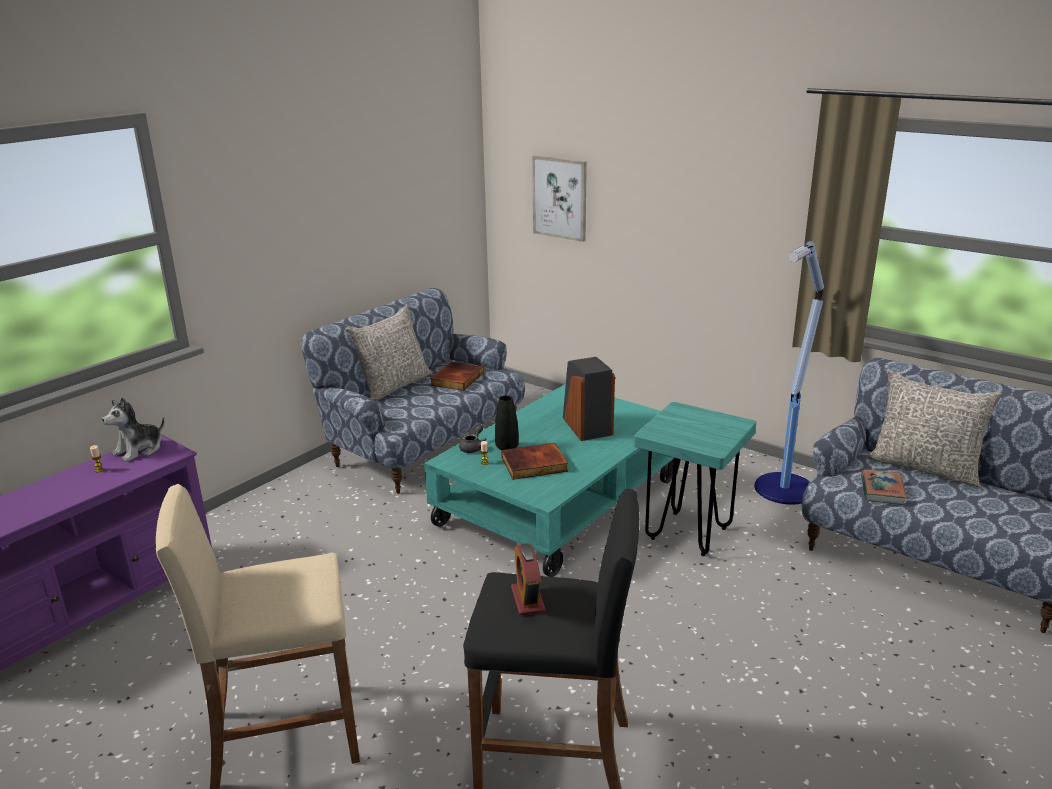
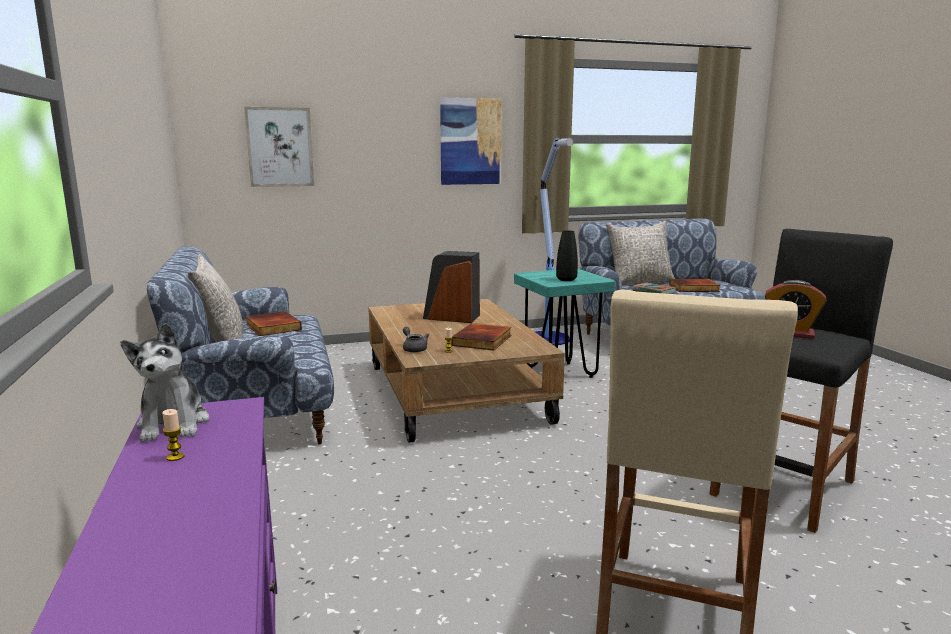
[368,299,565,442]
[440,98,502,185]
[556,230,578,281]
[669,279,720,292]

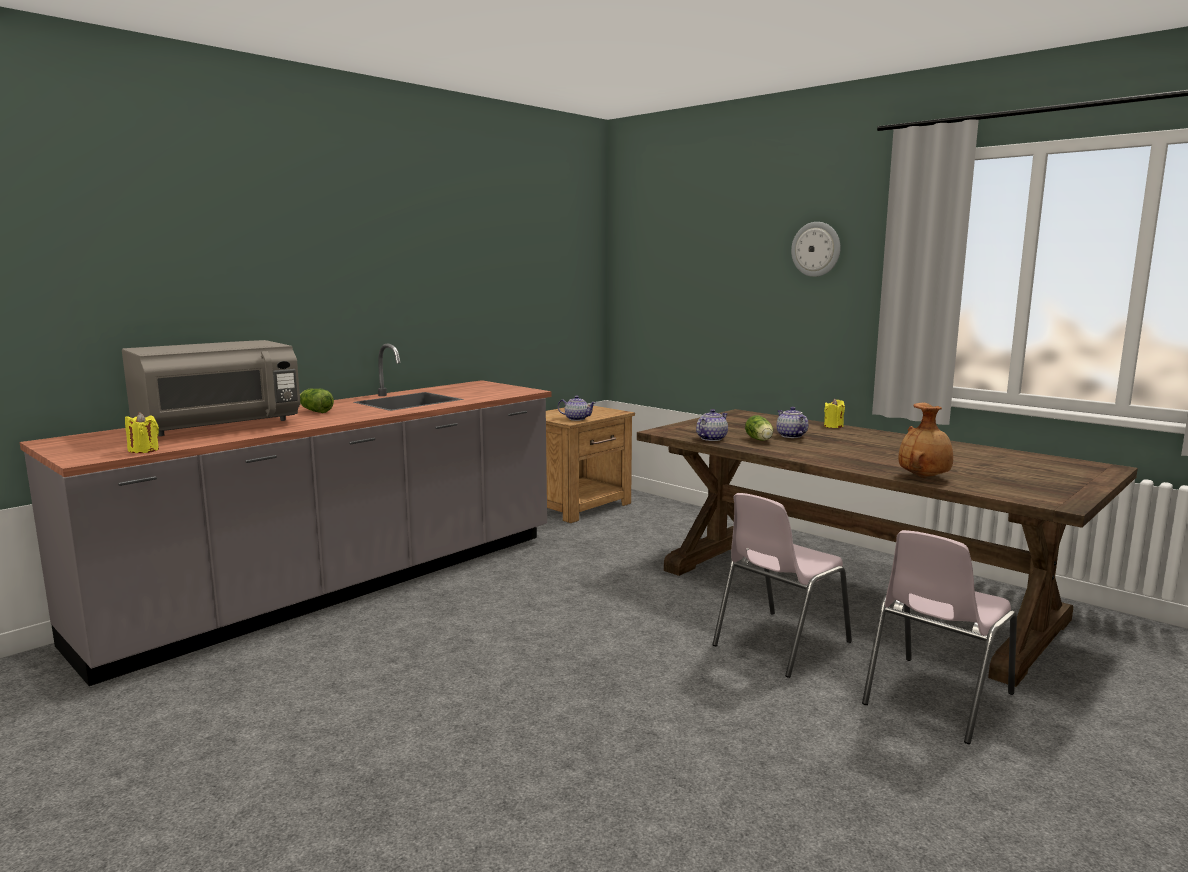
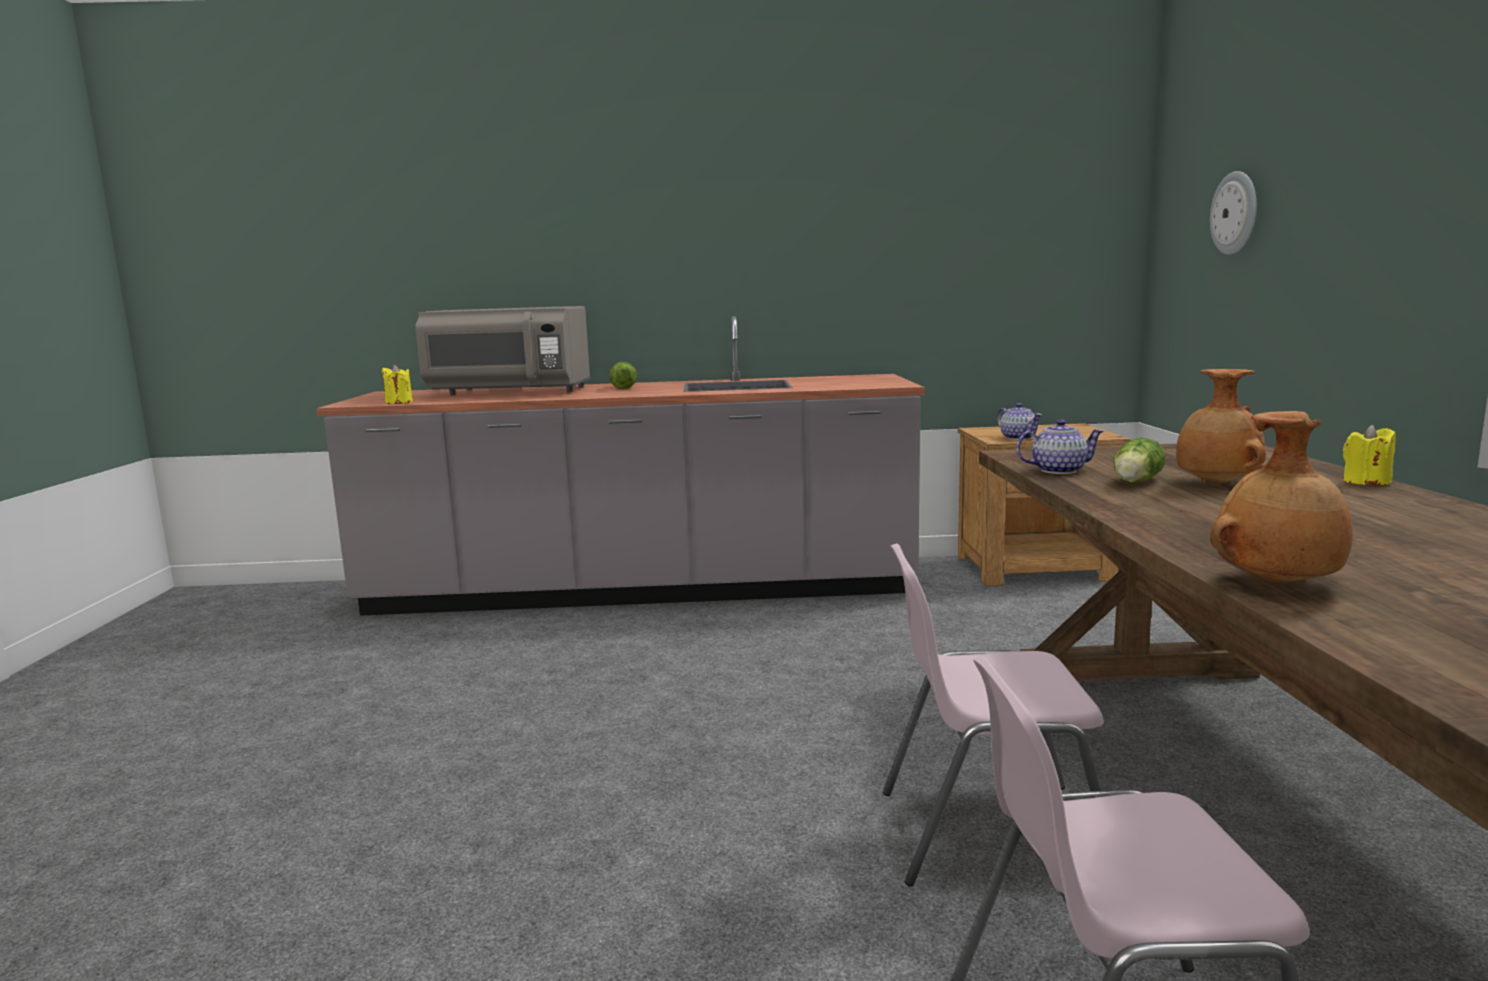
[1176,369,1266,484]
[1210,171,1257,255]

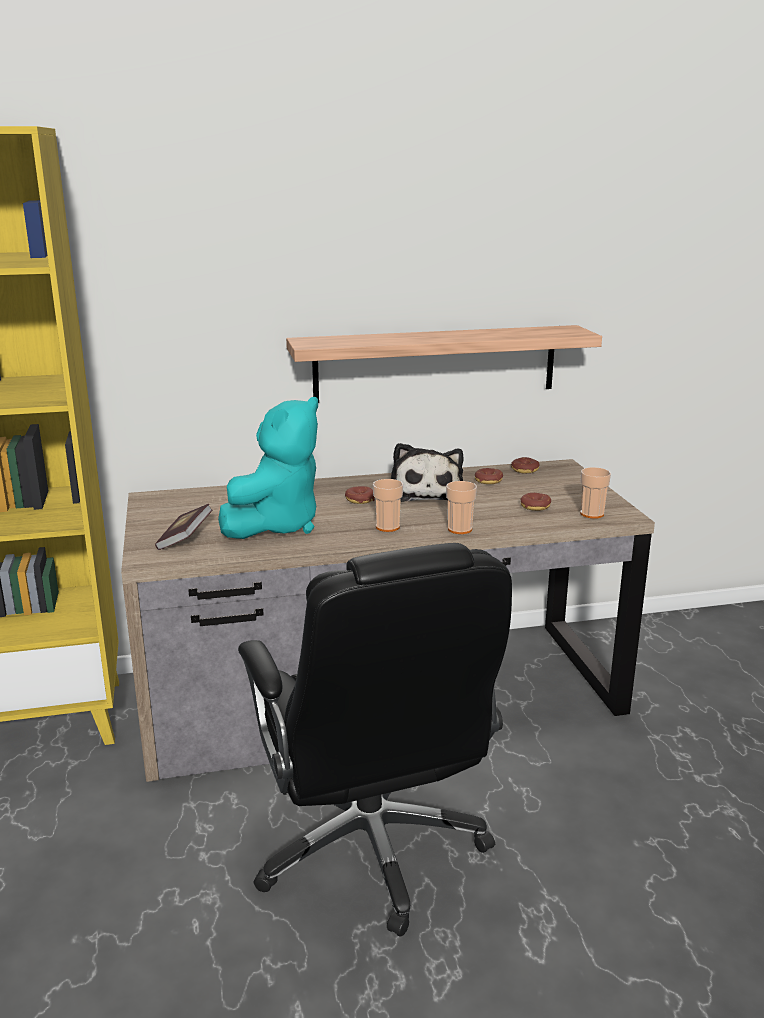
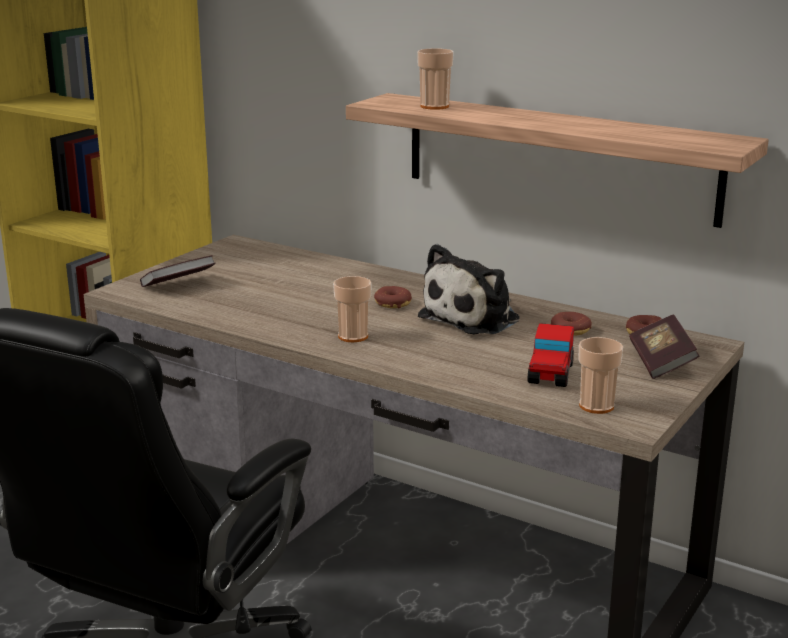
[417,48,454,110]
[528,323,574,387]
[629,314,699,379]
[218,397,318,539] (first image)

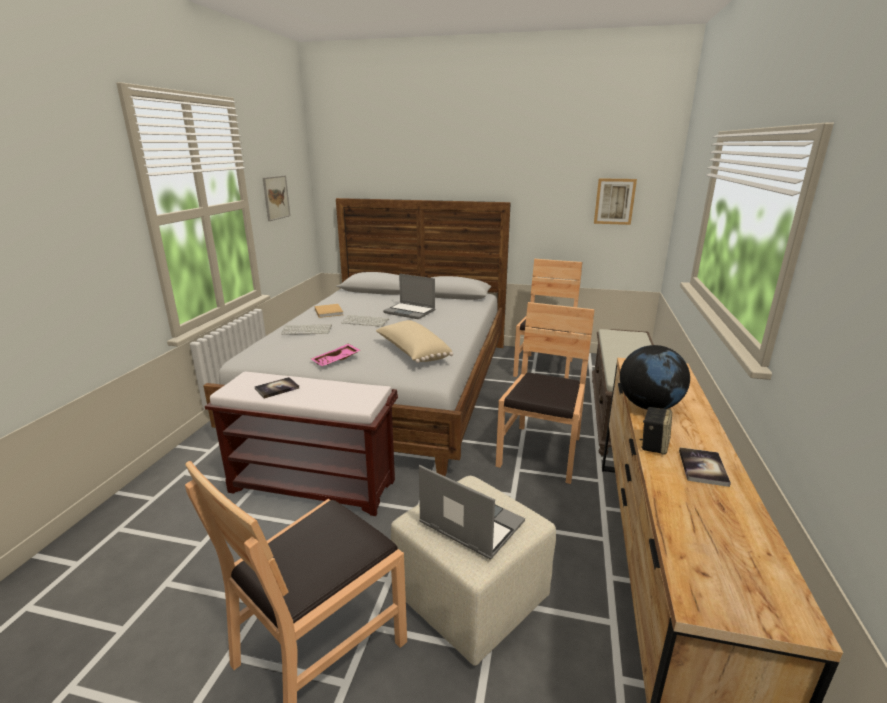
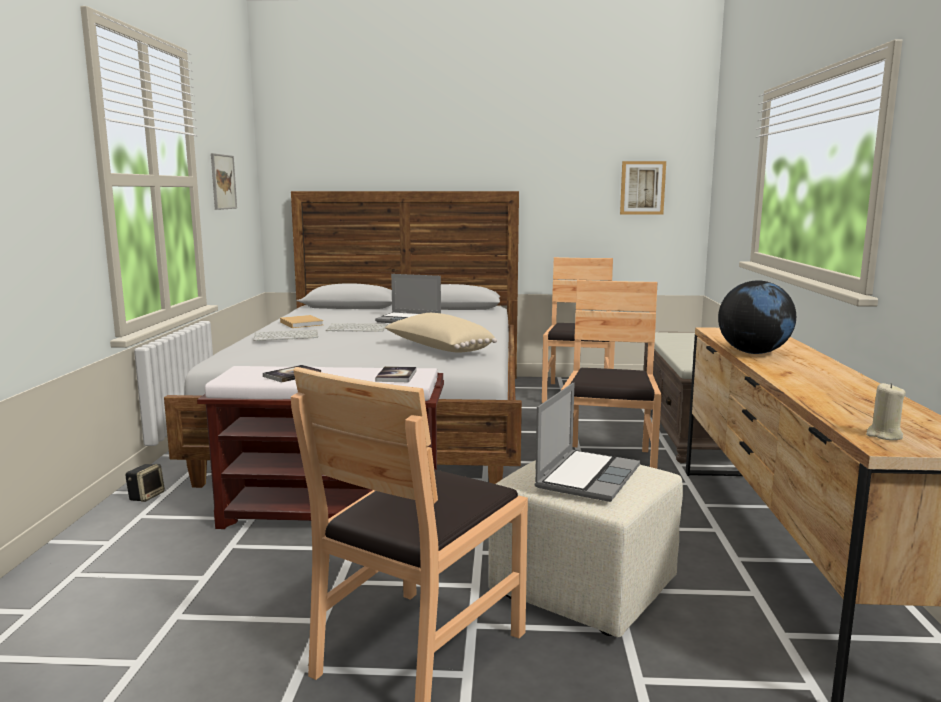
[125,464,165,502]
[375,366,417,382]
[534,383,640,502]
[866,383,906,440]
[311,344,361,366] (first image)

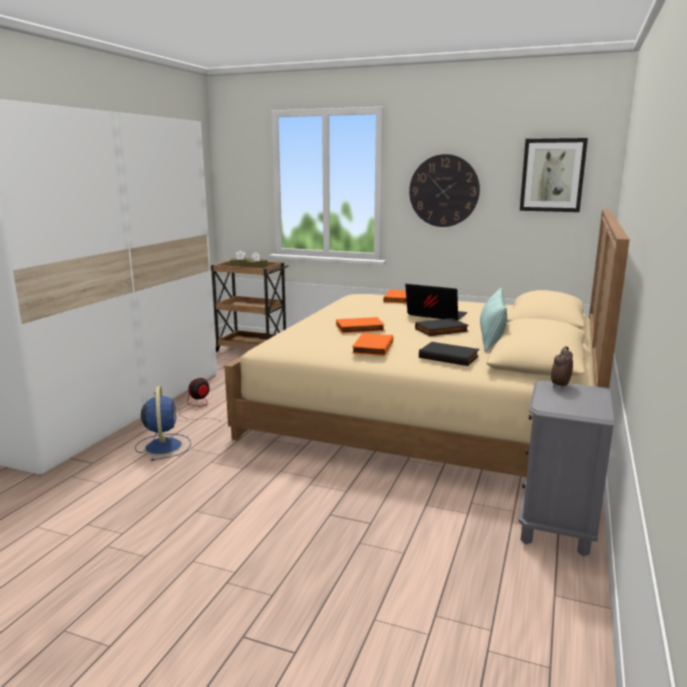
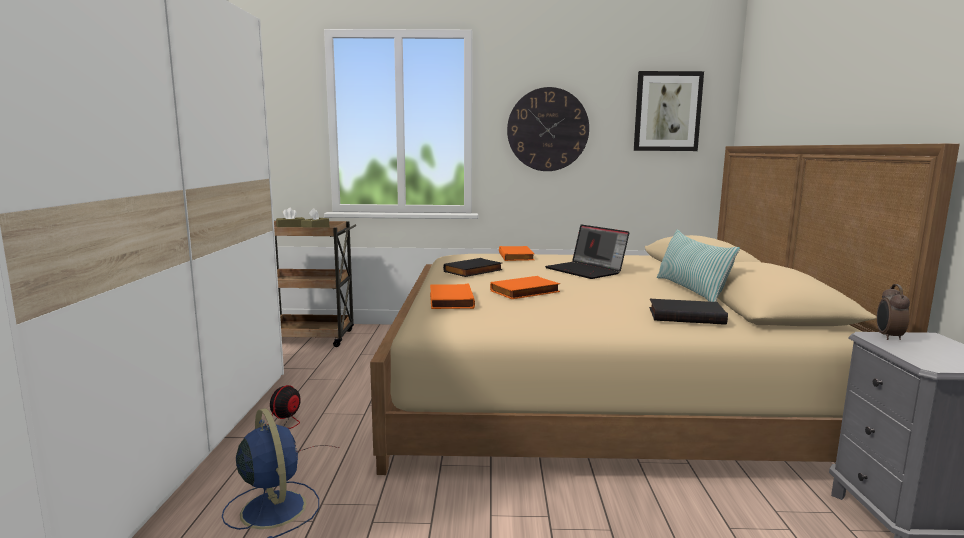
[430,284,475,309]
[443,258,503,277]
[545,224,629,279]

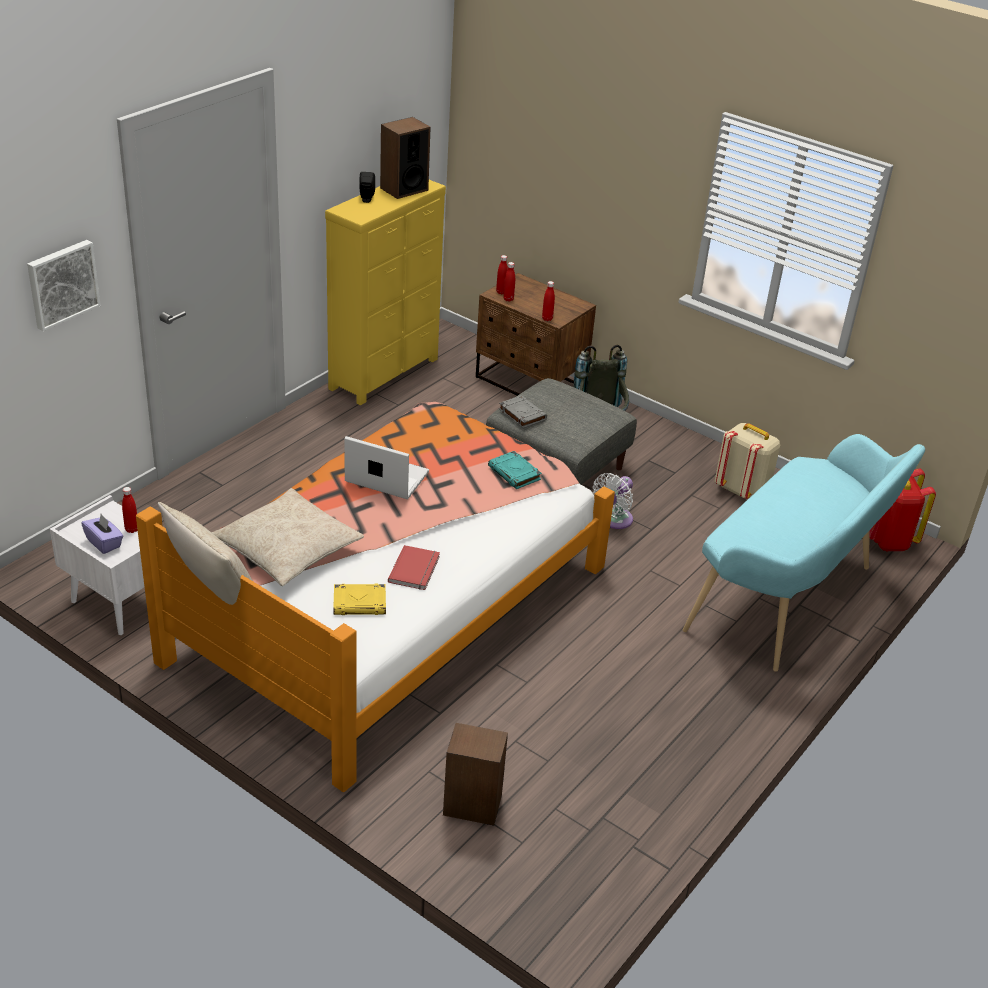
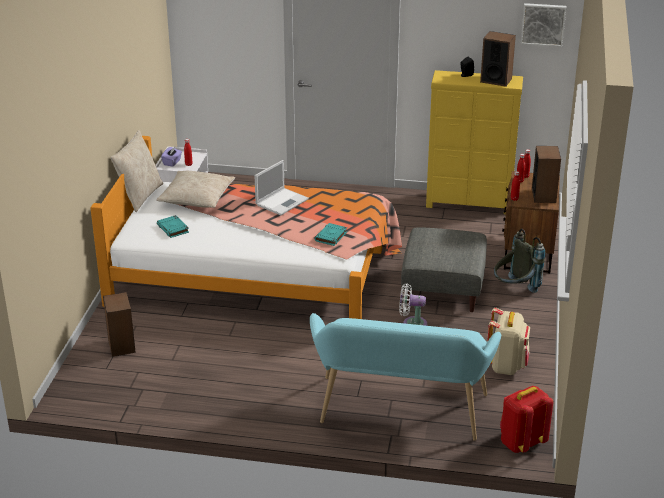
[157,215,189,238]
[254,160,309,215]
[521,3,566,47]
[532,146,561,203]
[388,545,440,590] (first image)
[499,395,547,429] (first image)

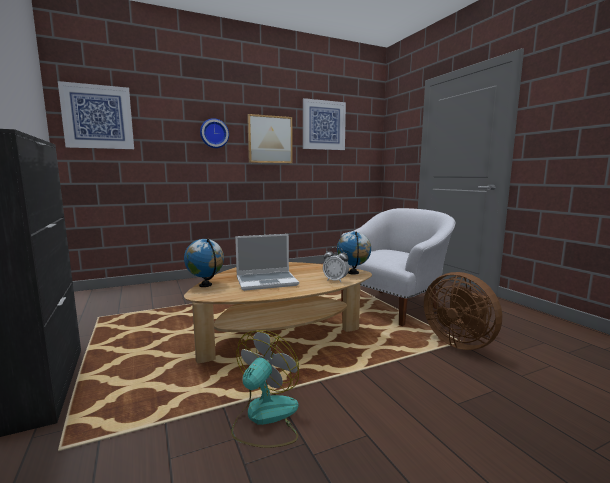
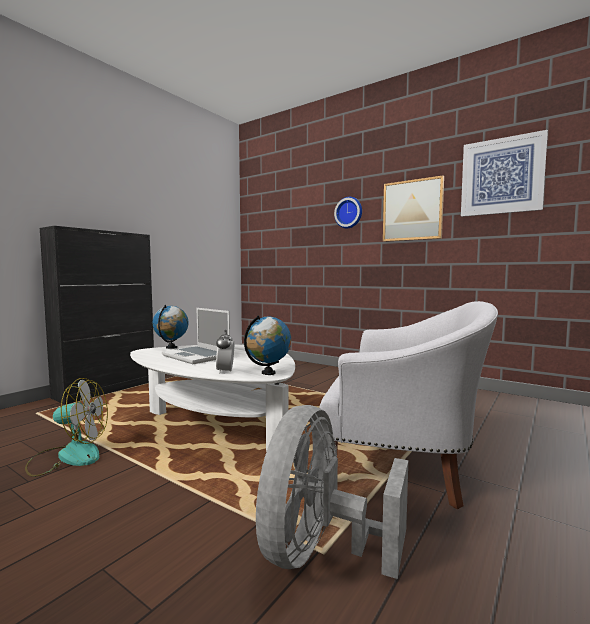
[130,345,295,452]
[256,405,408,579]
[58,81,134,149] (first image)

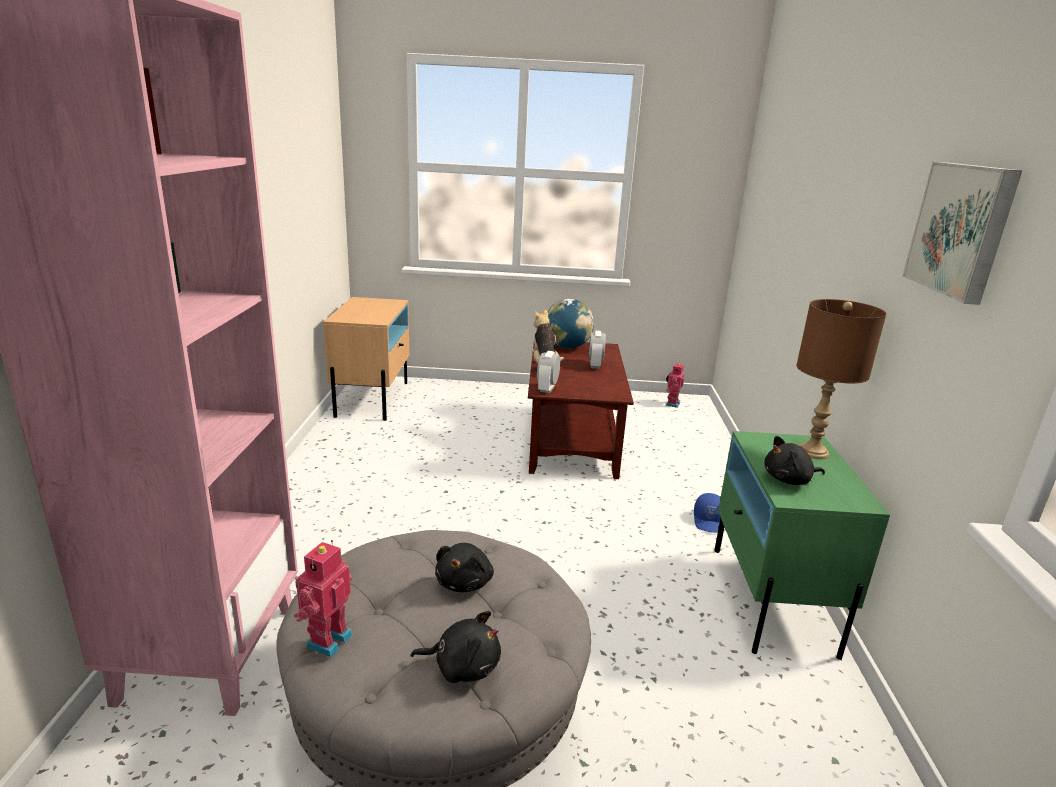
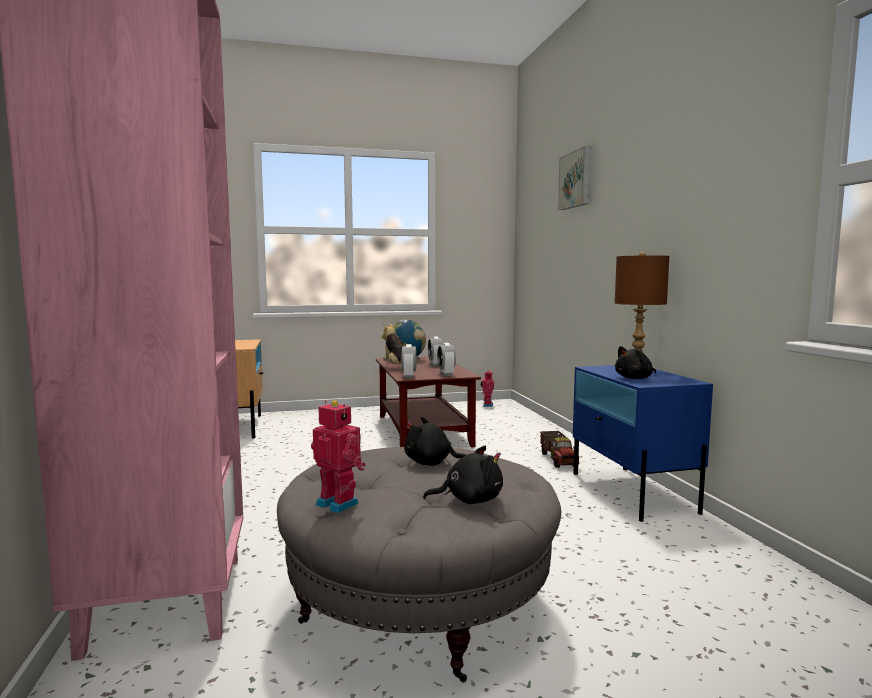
[311,400,366,513]
[404,417,466,466]
[437,343,456,376]
[540,431,579,468]
[558,146,591,210]
[573,365,713,522]

